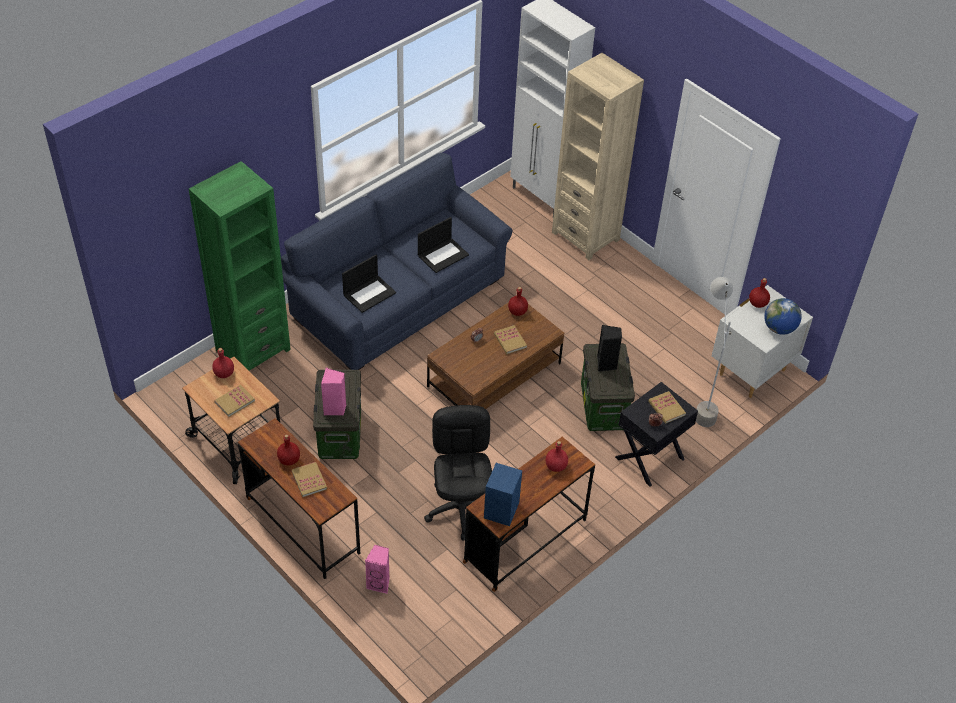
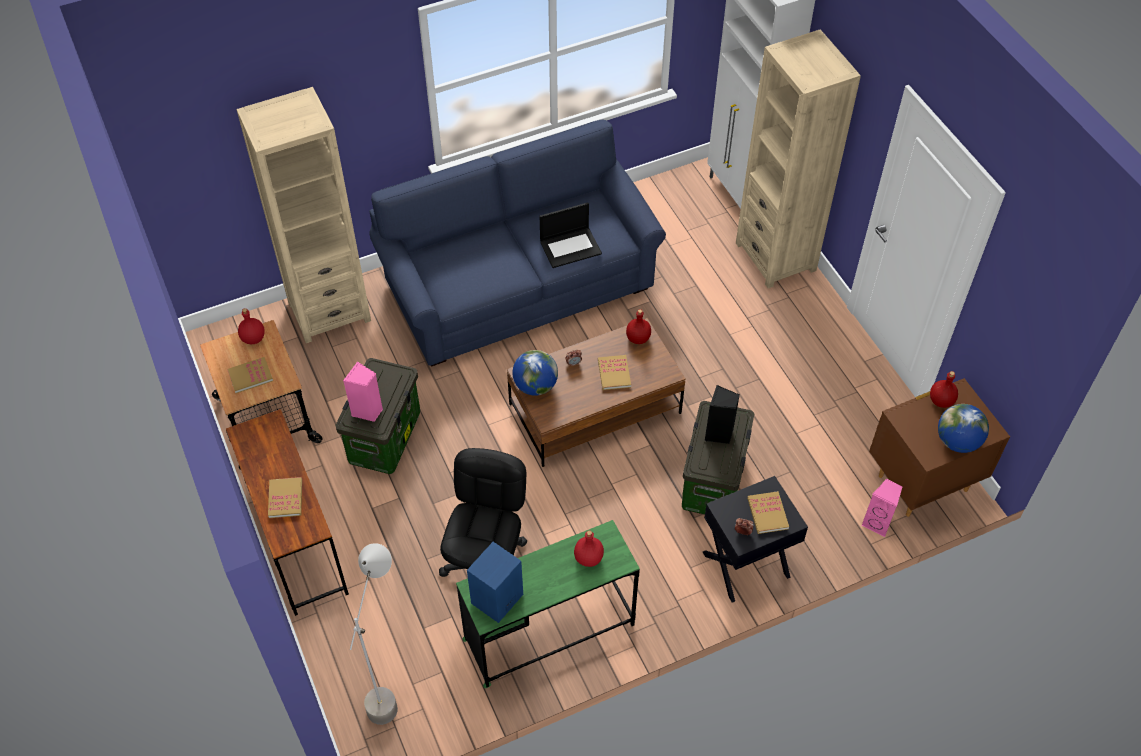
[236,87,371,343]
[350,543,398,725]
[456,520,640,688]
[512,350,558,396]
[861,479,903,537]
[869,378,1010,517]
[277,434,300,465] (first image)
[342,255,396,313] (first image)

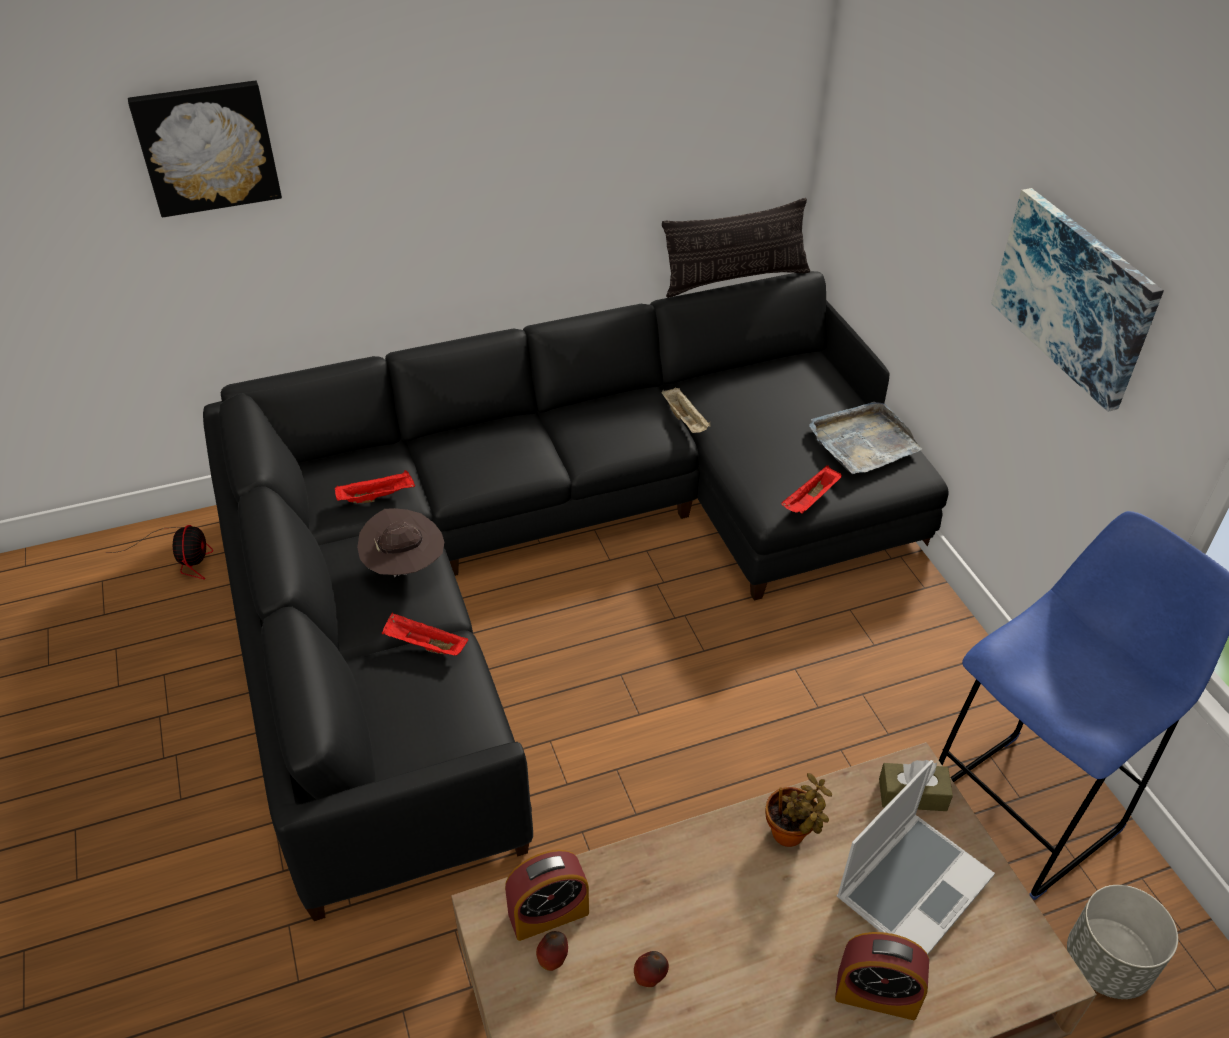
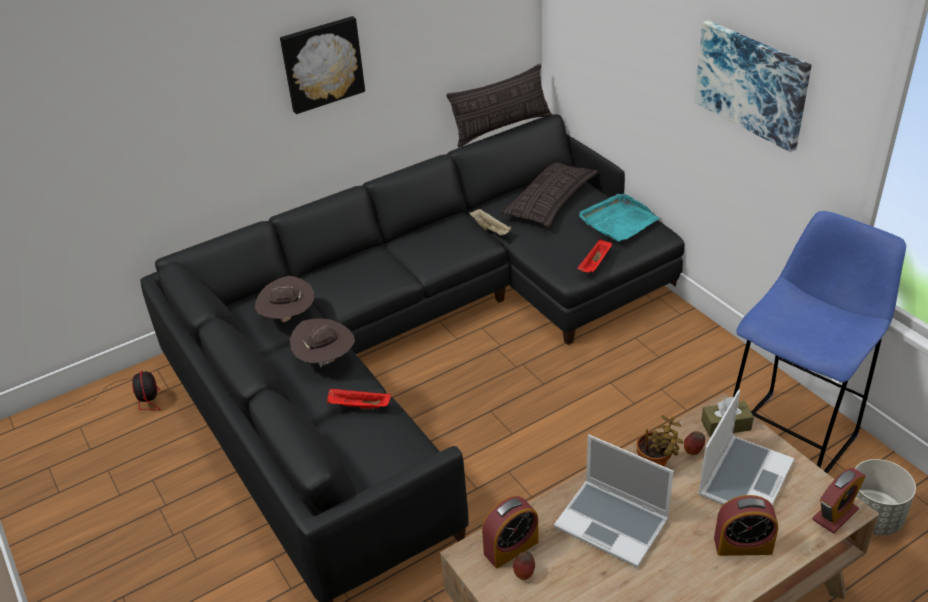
[255,276,314,322]
[280,16,365,114]
[499,162,598,228]
[554,435,674,568]
[579,194,659,242]
[684,431,705,455]
[813,468,865,533]

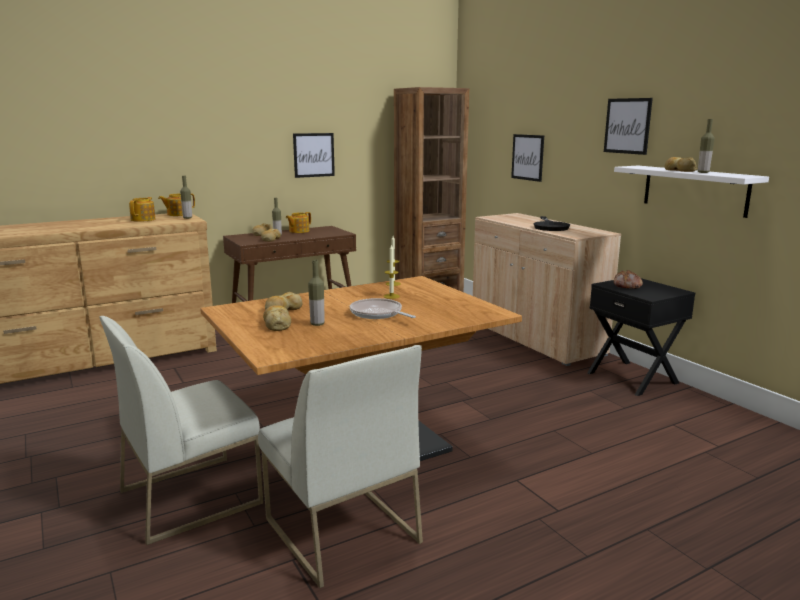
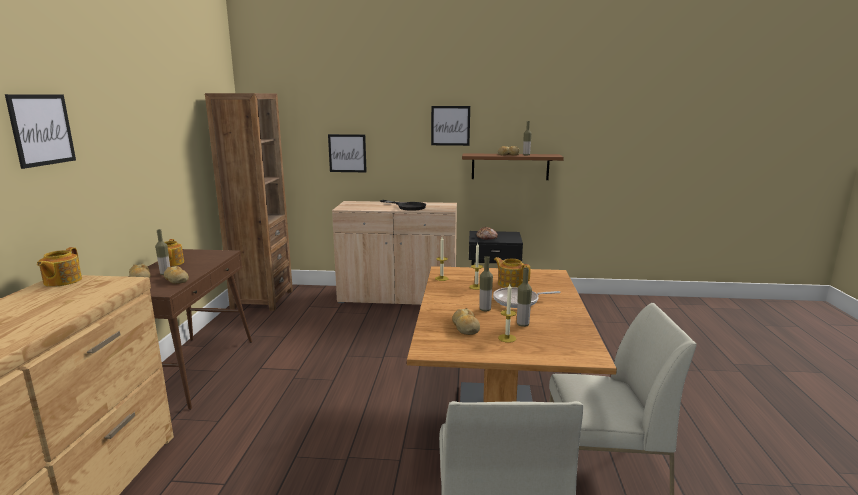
[5,94,76,169]
[462,153,564,180]
[480,256,493,311]
[494,257,531,288]
[498,284,516,343]

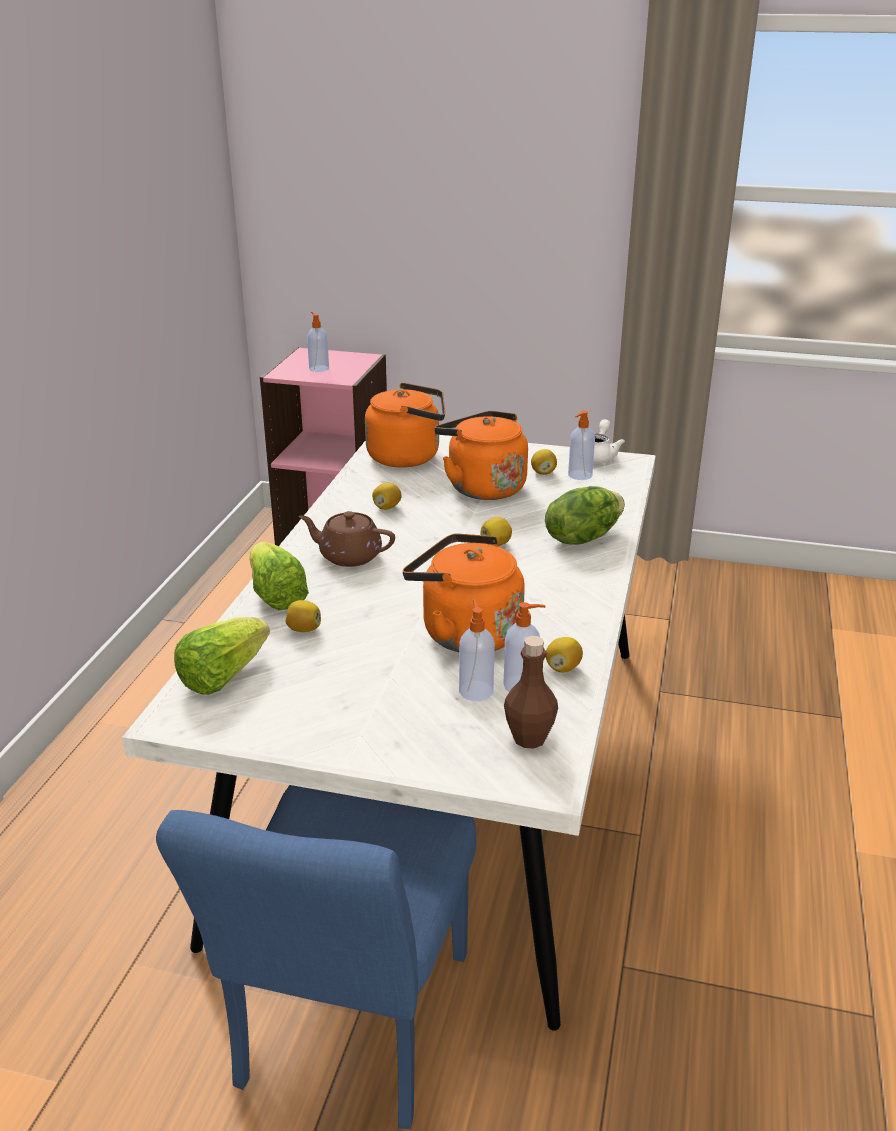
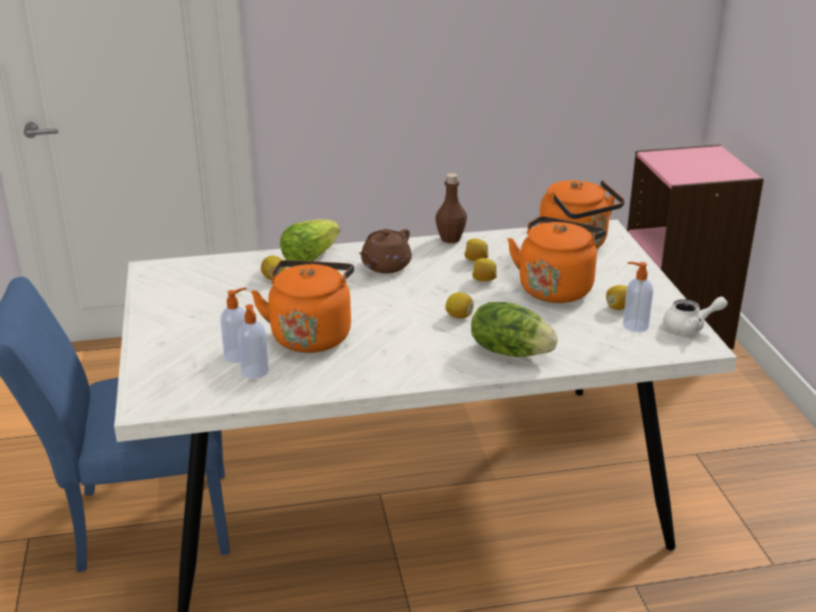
[359,229,412,273]
[435,173,467,243]
[472,258,497,282]
[174,617,270,695] (first image)
[307,312,329,372] (first image)

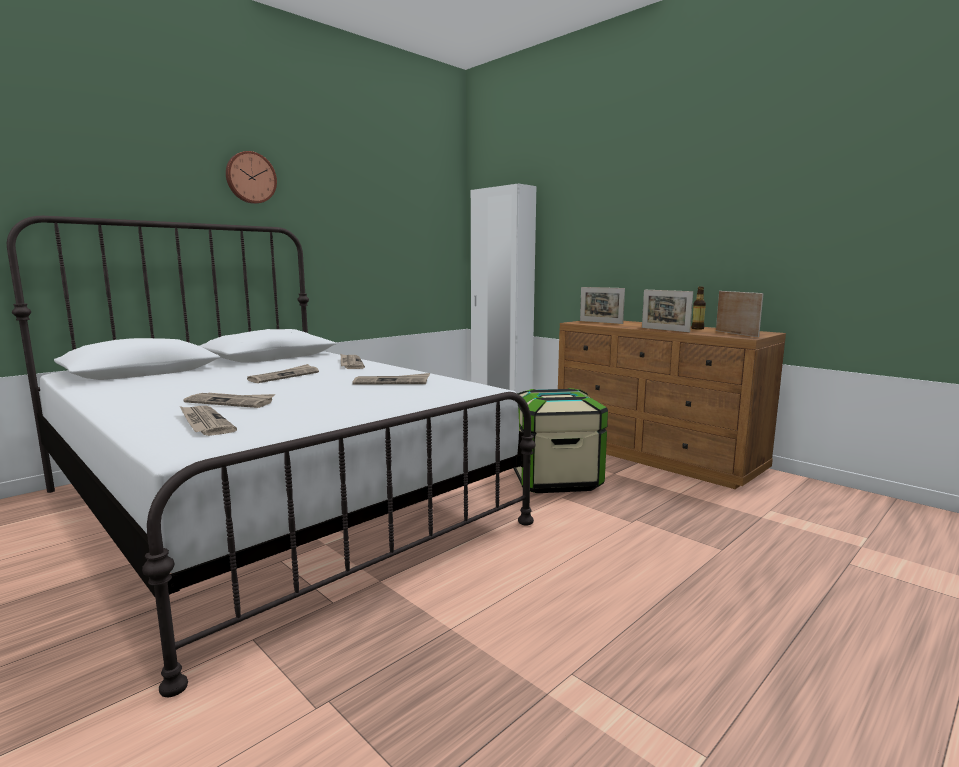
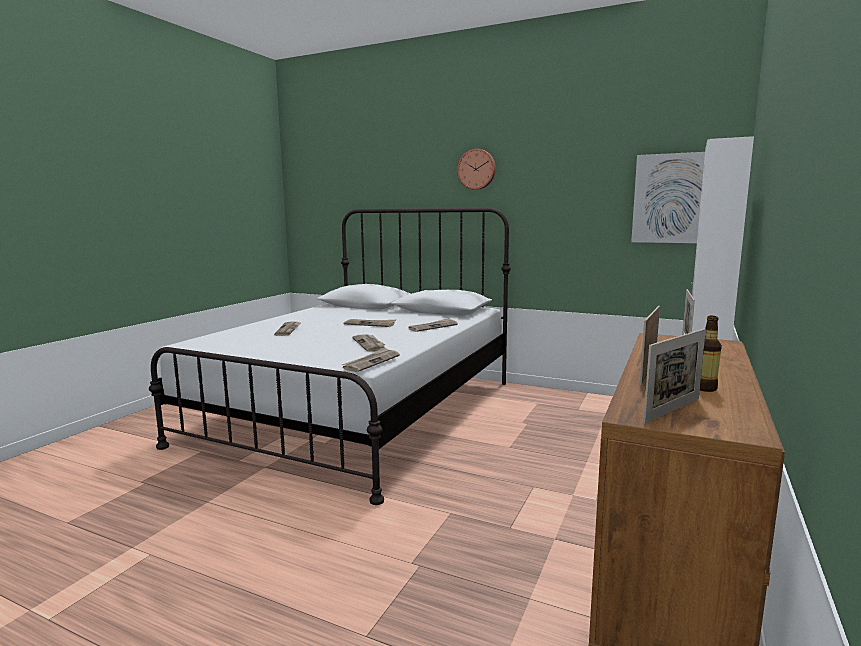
[342,347,400,372]
[631,152,705,243]
[513,388,608,493] (first image)

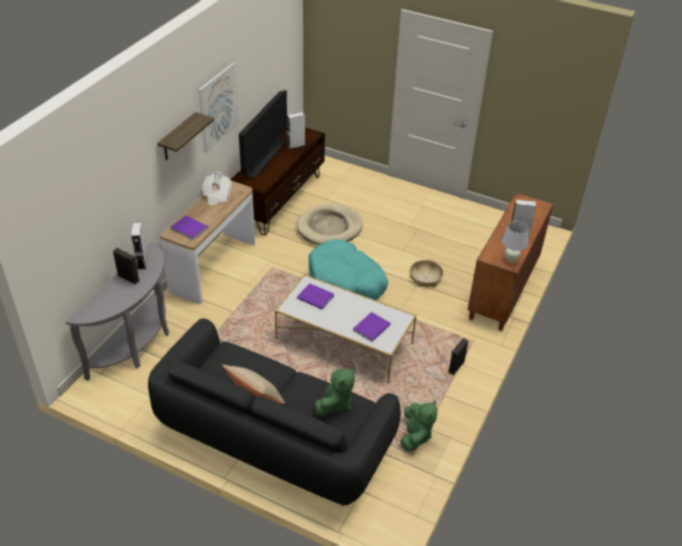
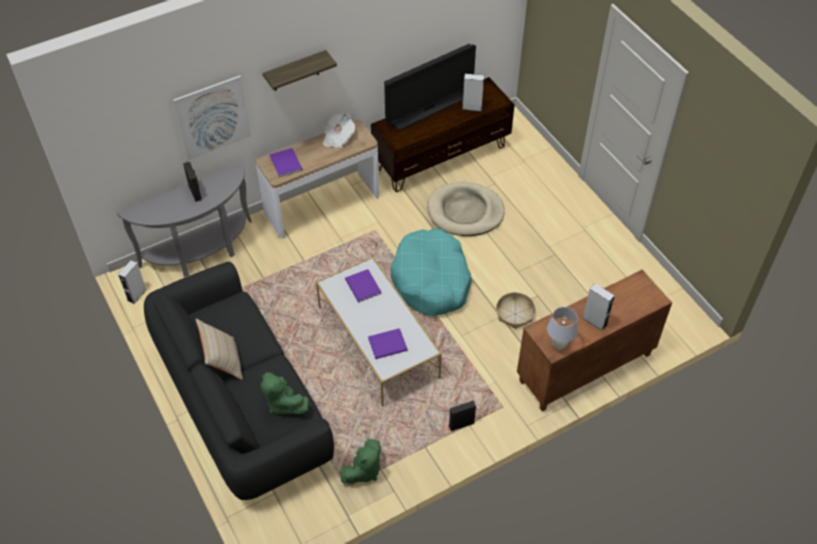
[118,260,147,304]
[173,75,251,160]
[261,372,309,414]

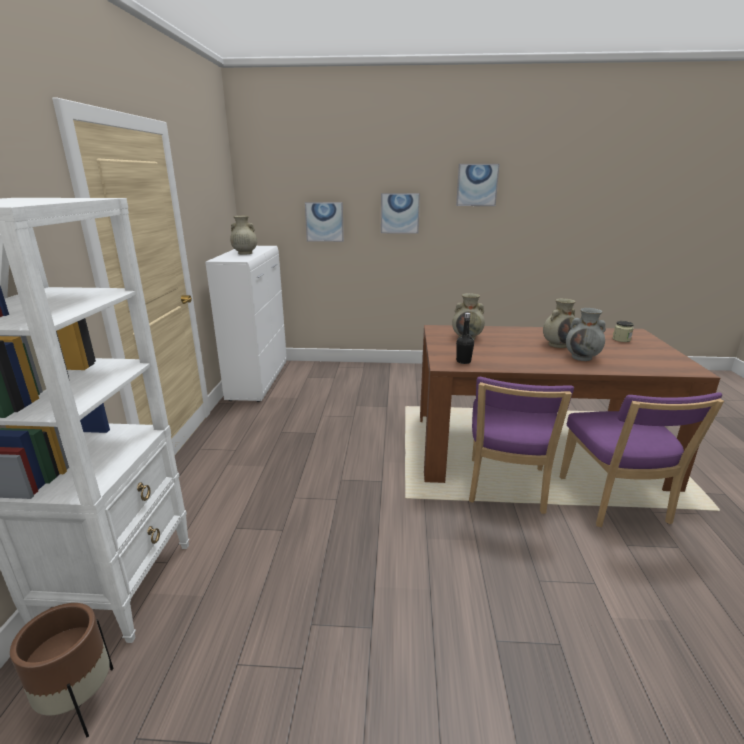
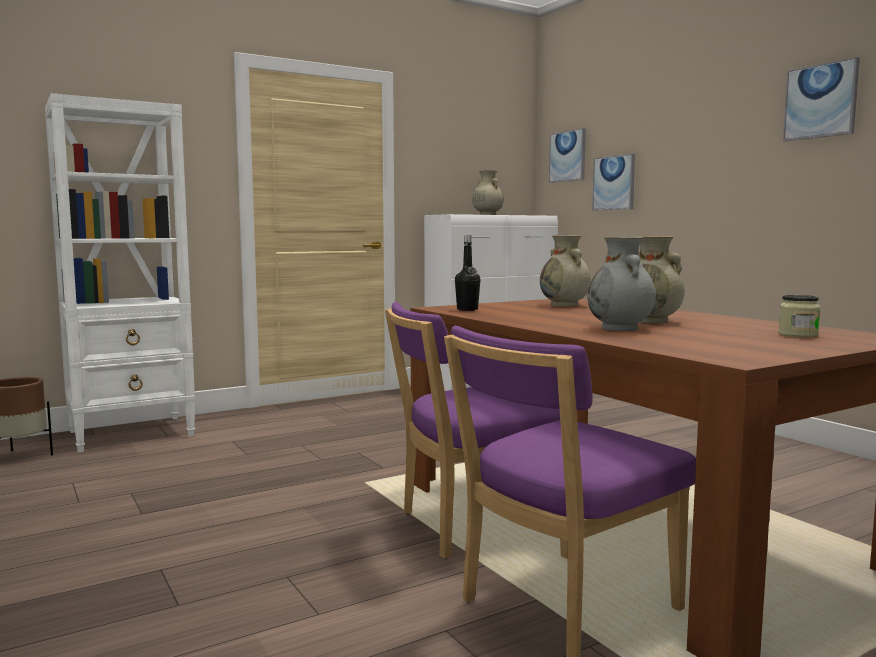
[549,128,586,183]

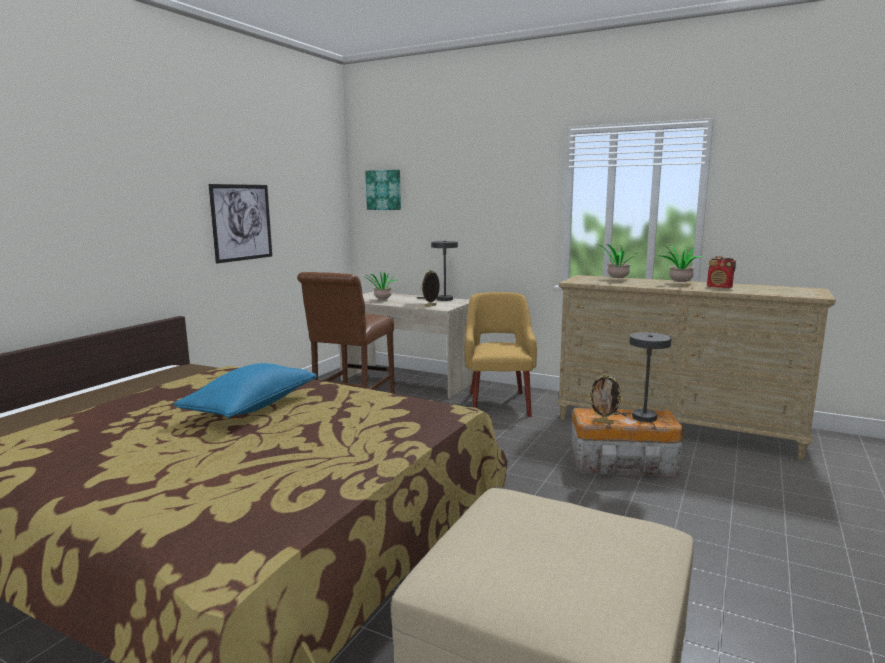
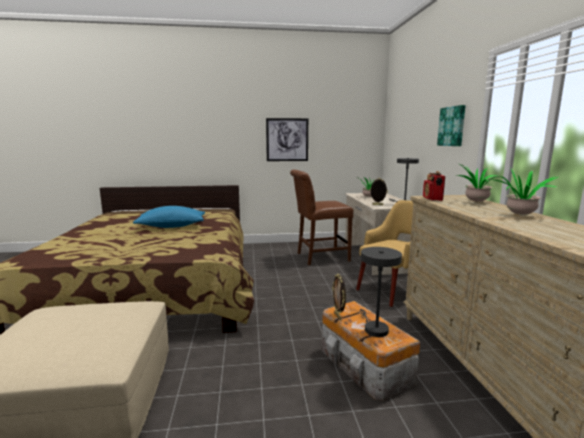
[423,171,445,201]
[437,105,466,146]

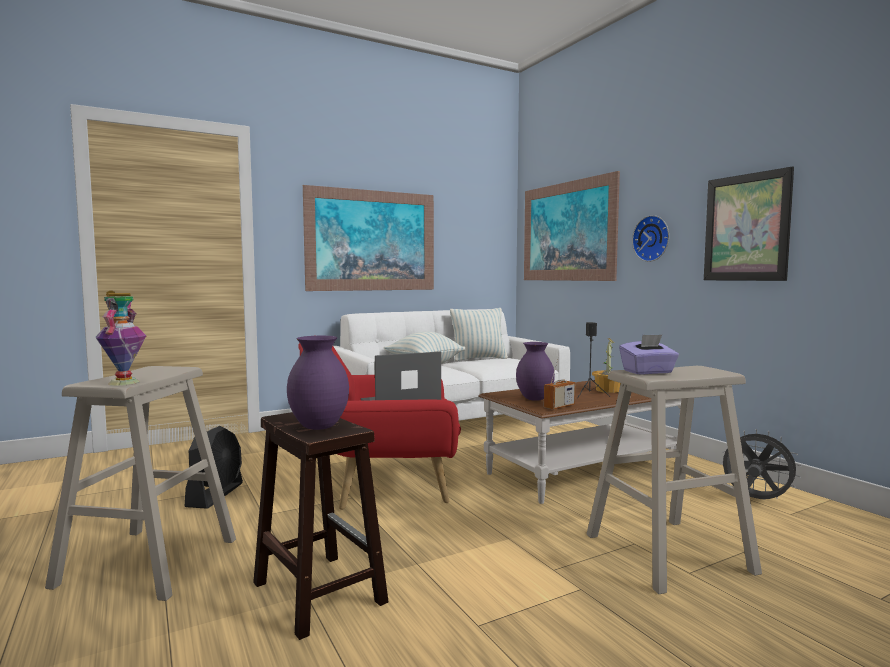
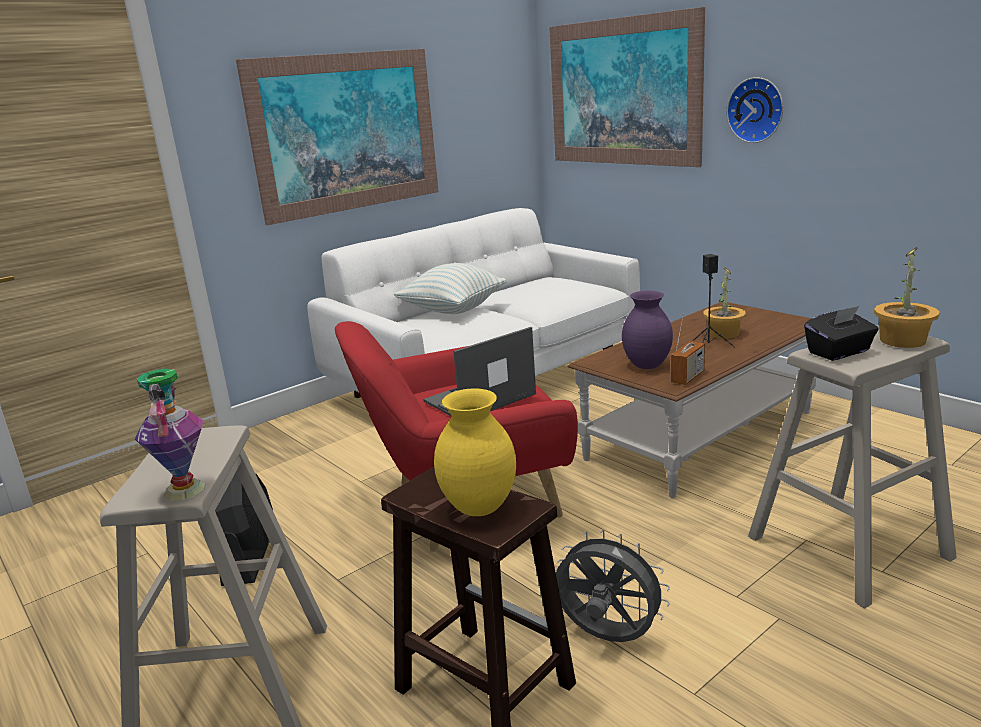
[434,388,516,516]
[556,530,670,642]
[804,306,879,361]
[874,247,940,348]
[450,308,508,361] (first image)
[704,166,794,281] (first image)

